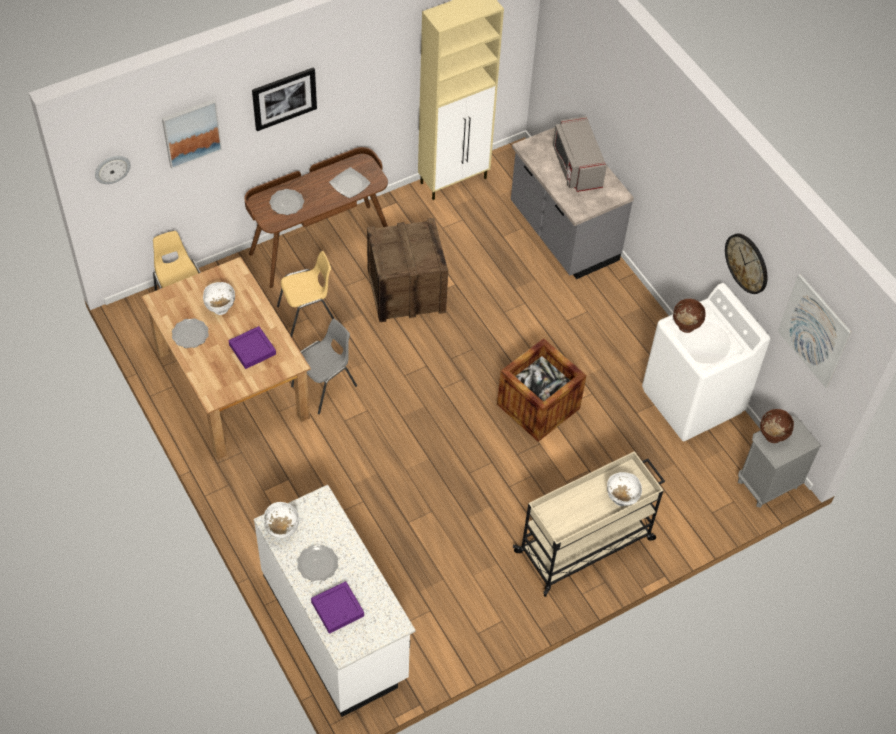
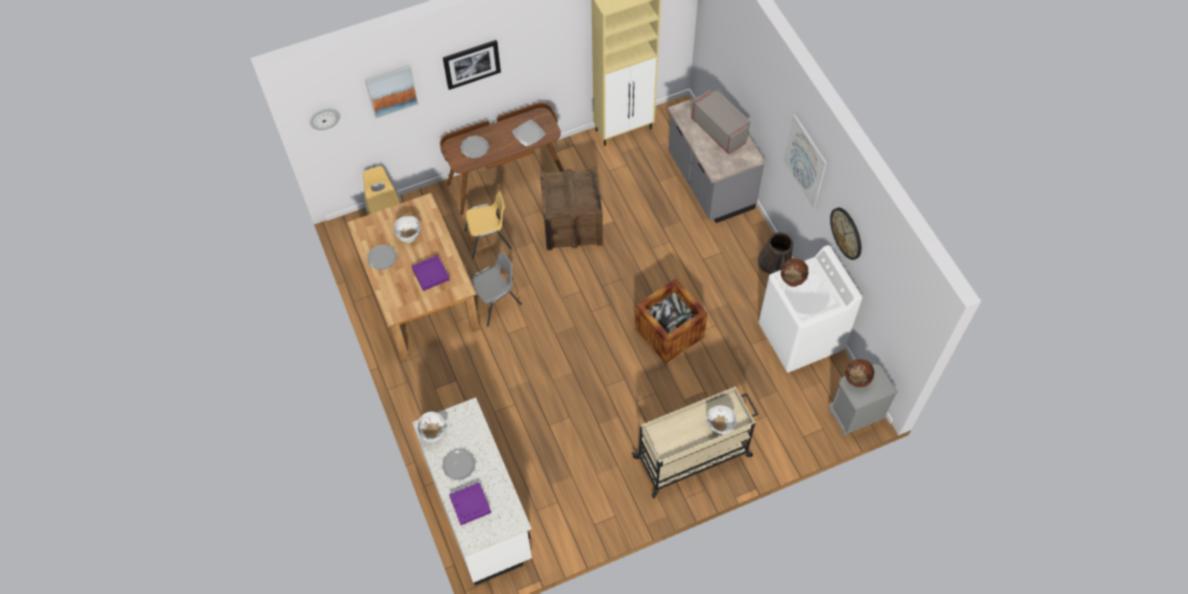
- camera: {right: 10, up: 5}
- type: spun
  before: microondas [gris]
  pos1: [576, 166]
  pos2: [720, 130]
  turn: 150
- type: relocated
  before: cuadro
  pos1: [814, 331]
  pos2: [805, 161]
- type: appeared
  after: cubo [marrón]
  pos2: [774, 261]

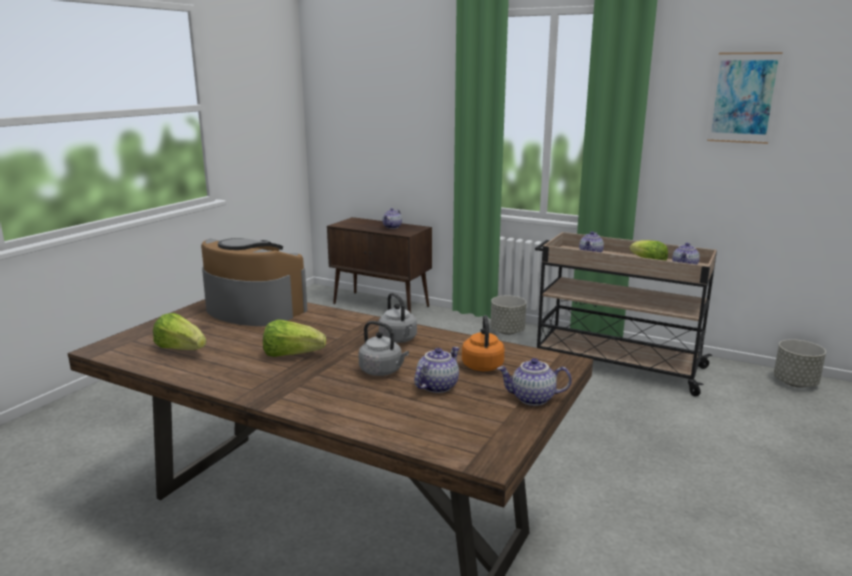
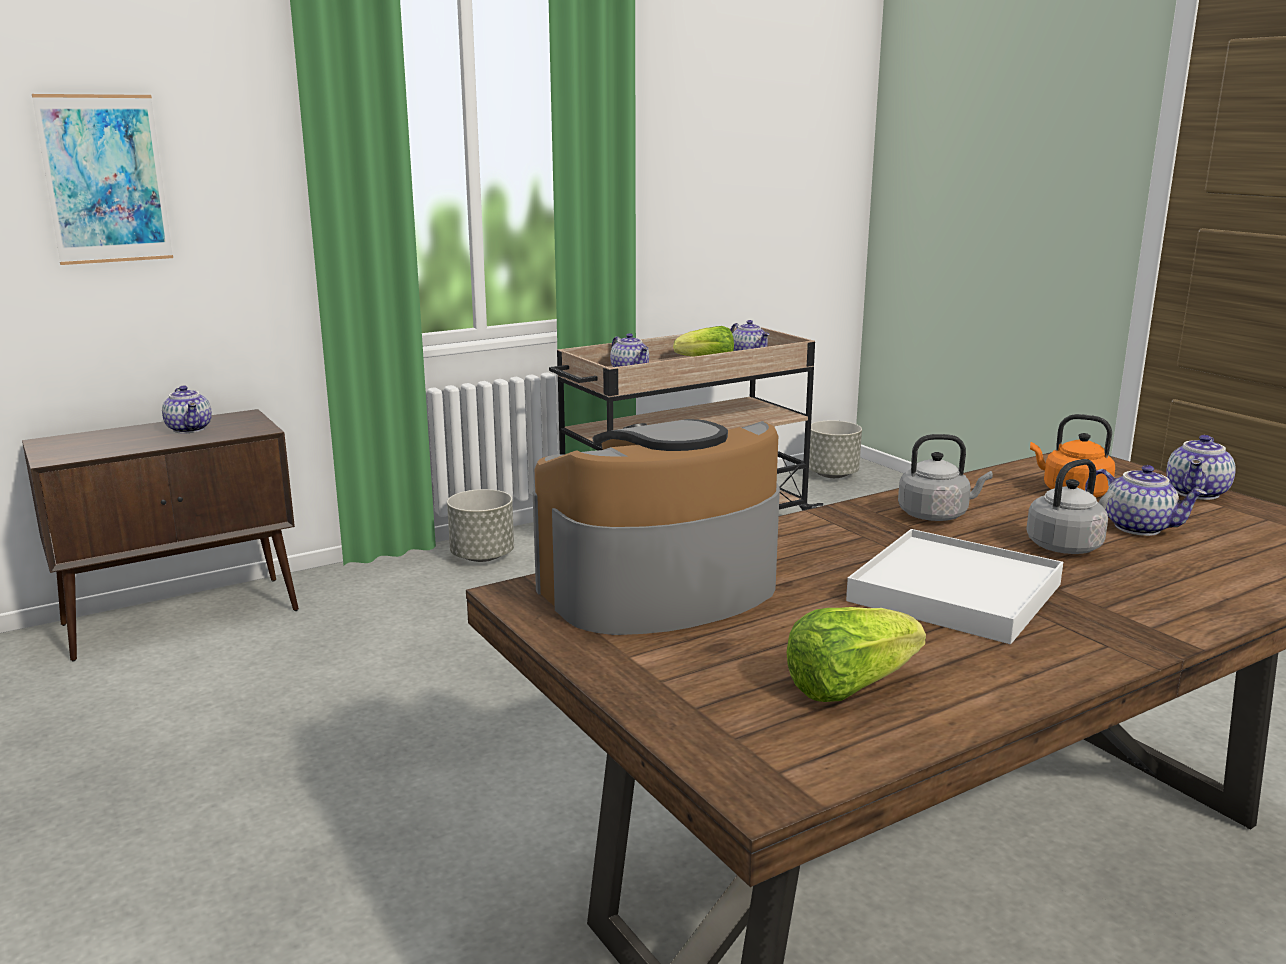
- camera: {right: -60, up: 0}
- type: relocated
  before: cuadro
  pos1: [743, 98]
  pos2: [105, 179]
- type: exchanged
  before: lechuga
  after: bandeja [blanco]
  pos1: [291, 355]
  pos2: [954, 593]
- type: spun
  before: tetera
  pos1: [436, 386]
  pos2: [1139, 527]
  turn: 150

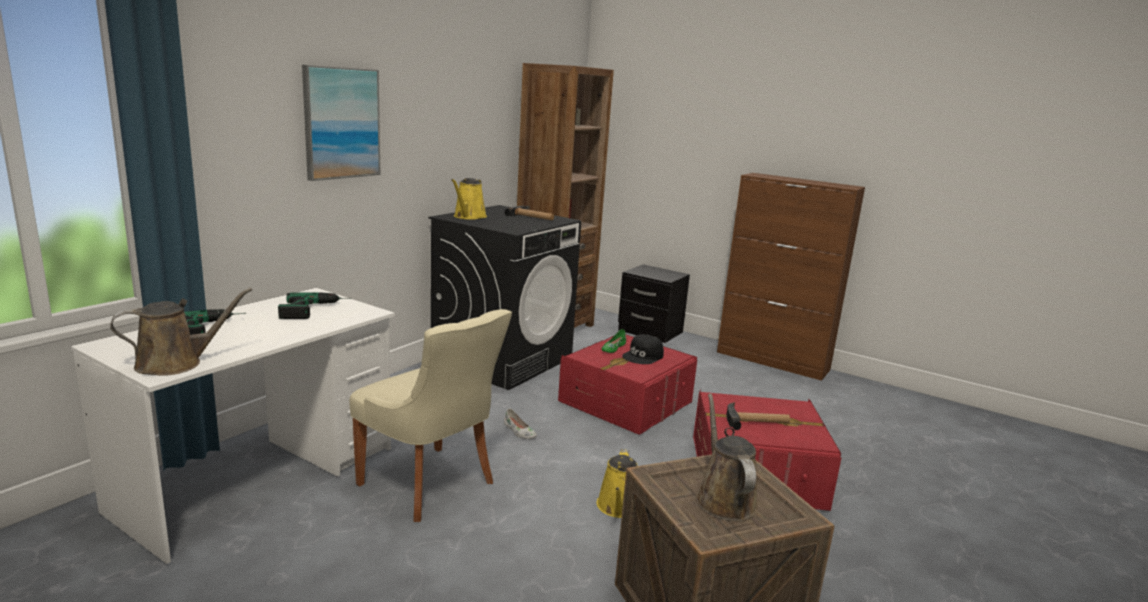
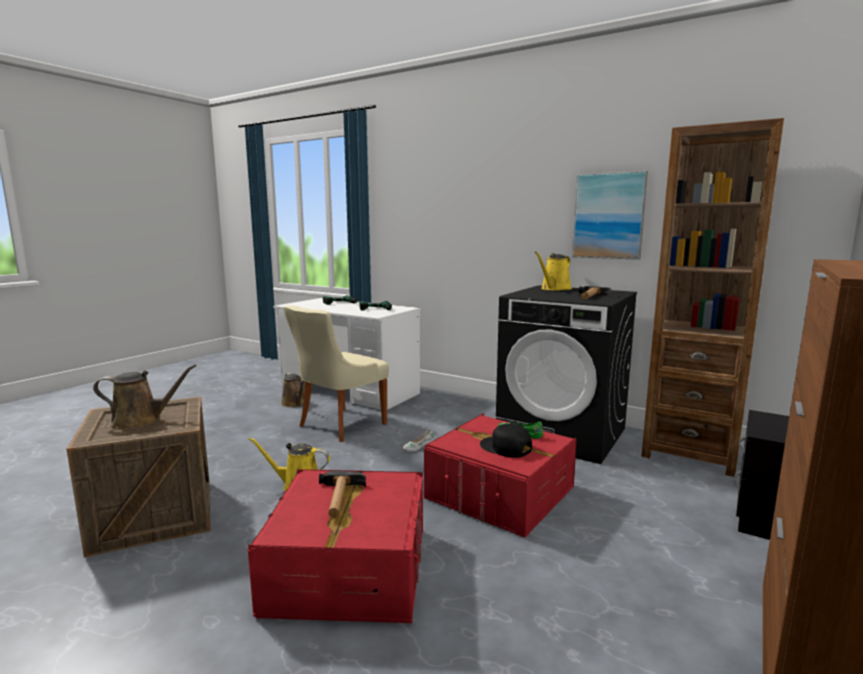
- camera: {right: 90, up: -5}
- type: relocated
  before: cuadro
  pos1: [341, 123]
  pos2: [608, 216]
- type: spun
  before: regadera [amarillo]
  pos1: [468, 217]
  pos2: [554, 289]
  turn: -60
- type: relocated
  before: regadera [marrón]
  pos1: [176, 363]
  pos2: [295, 403]

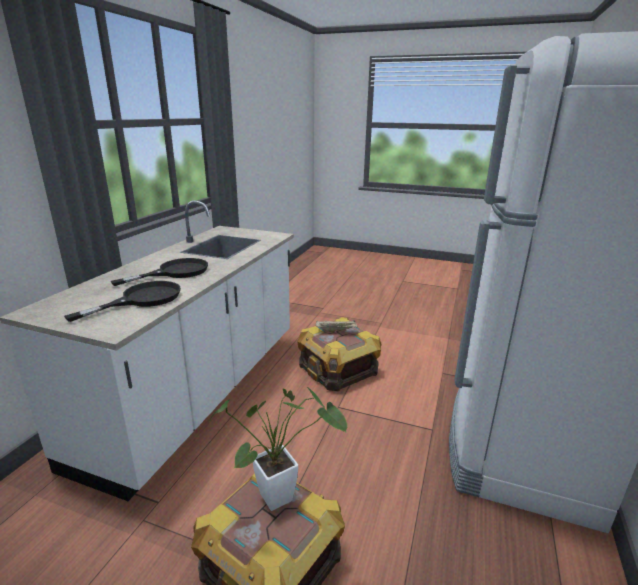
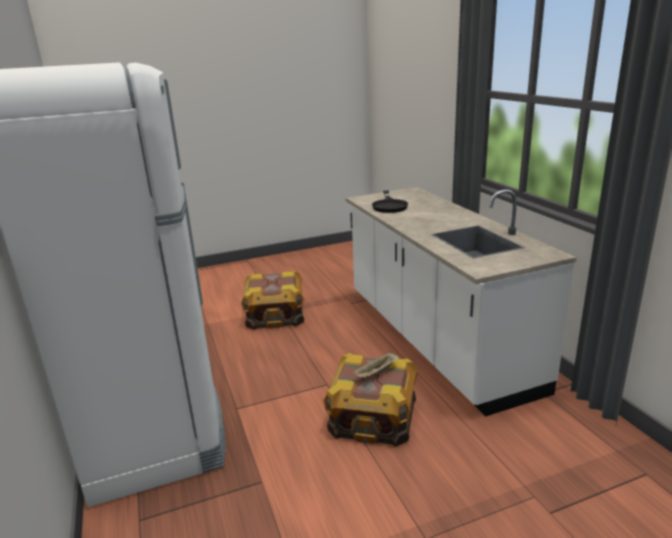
- camera: {right: 140, up: 0}
- type: missing
  before: sartén [negro]
  pos1: [175, 272]
- type: missing
  before: planta en maceta
  pos1: [283, 495]

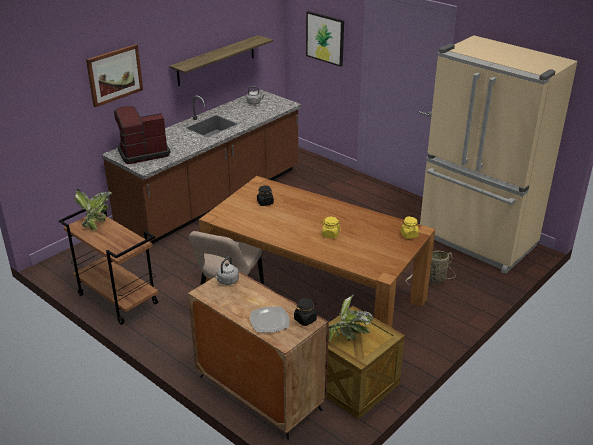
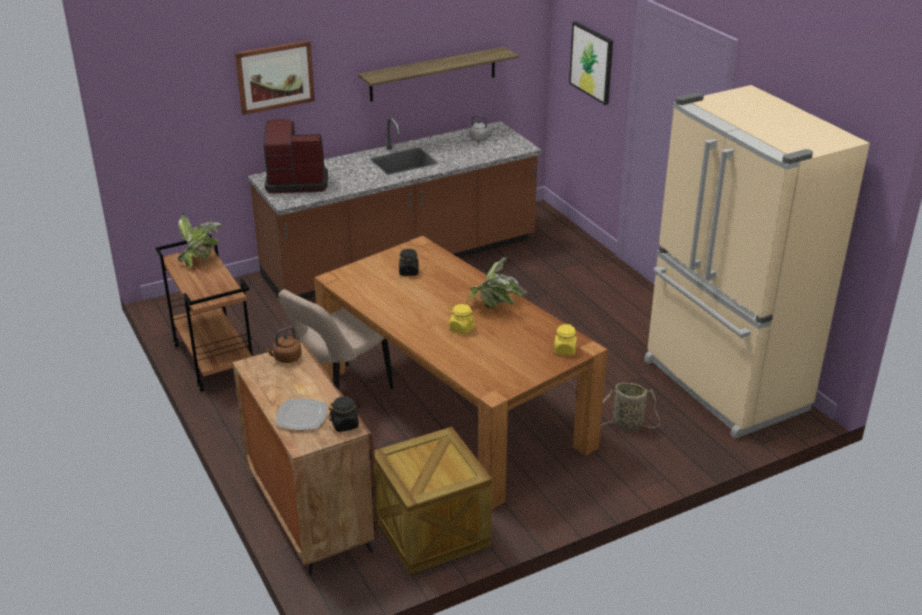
- camera: {right: 20, up: 0}
- type: colour
  before: hervidor [gris]
  after: hervidor [marrón]
  pos1: [227, 281]
  pos2: [286, 358]
- type: relocated
  before: planta en maceta
  pos1: [350, 336]
  pos2: [494, 306]

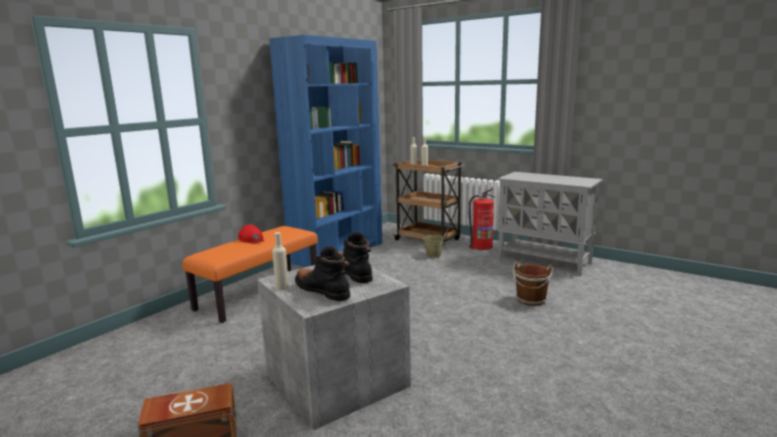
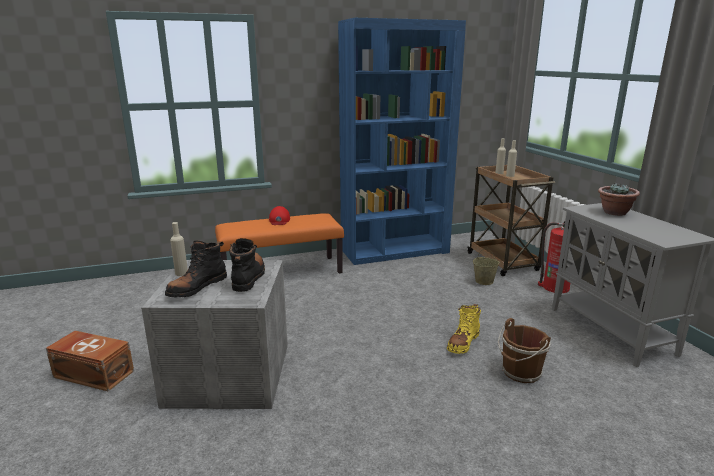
- camera: {right: 35, up: 5}
- type: spun
  before: bota [negro]
  pos1: [322, 291]
  pos2: [197, 287]
  turn: -135
- type: appeared
  after: planta en maceta
  pos2: [614, 212]
- type: appeared
  after: bota [amarillo]
  pos2: [463, 343]

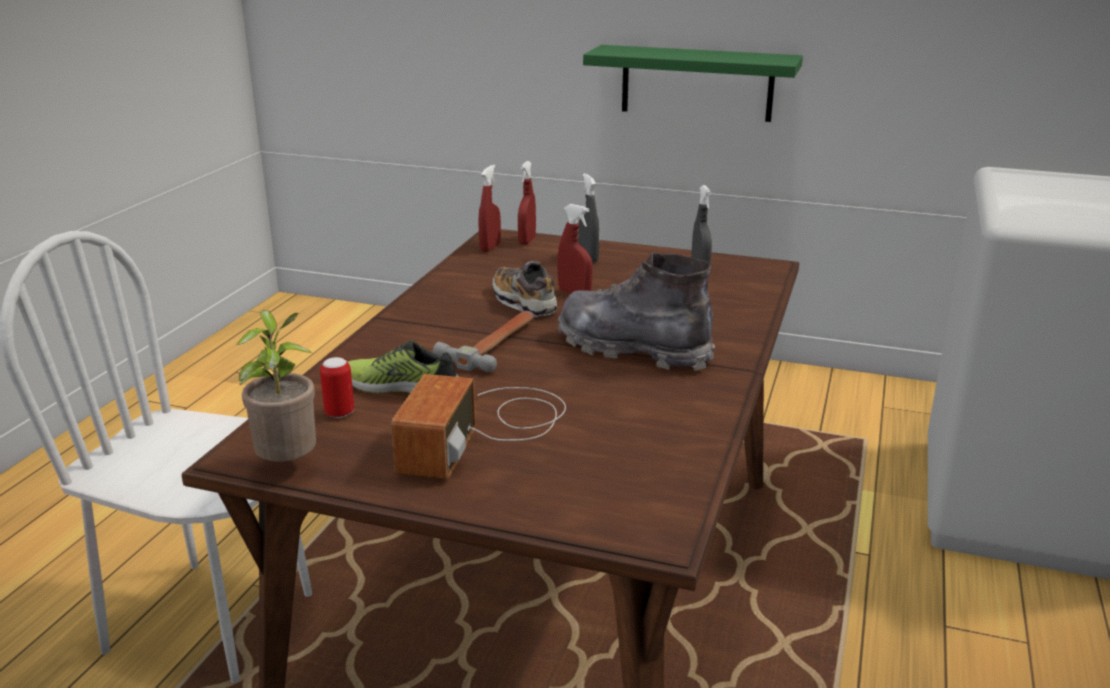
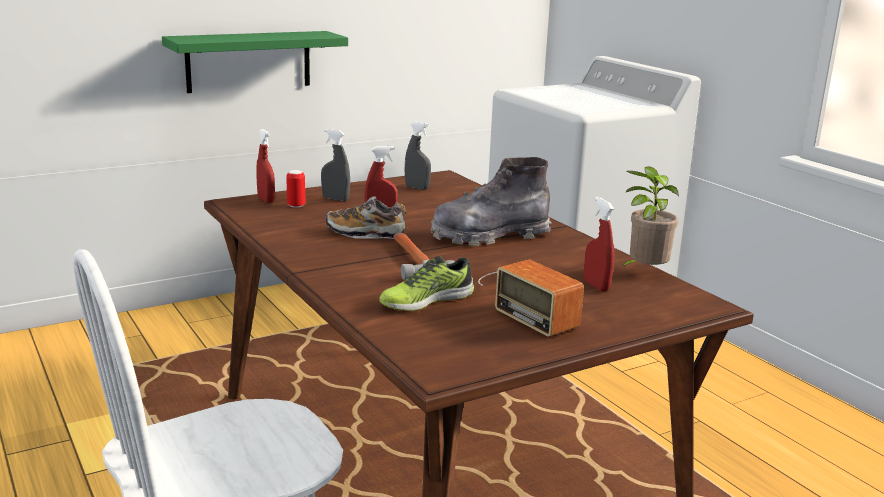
- camera: {right: -50, up: -5}
- type: relocated
  before: pulverizador [rojo]
  pos1: [490, 247]
  pos2: [596, 286]
- type: relocated
  before: planta en maceta
  pos1: [288, 466]
  pos2: [644, 272]
- type: relocated
  before: lata
  pos1: [339, 413]
  pos2: [296, 206]

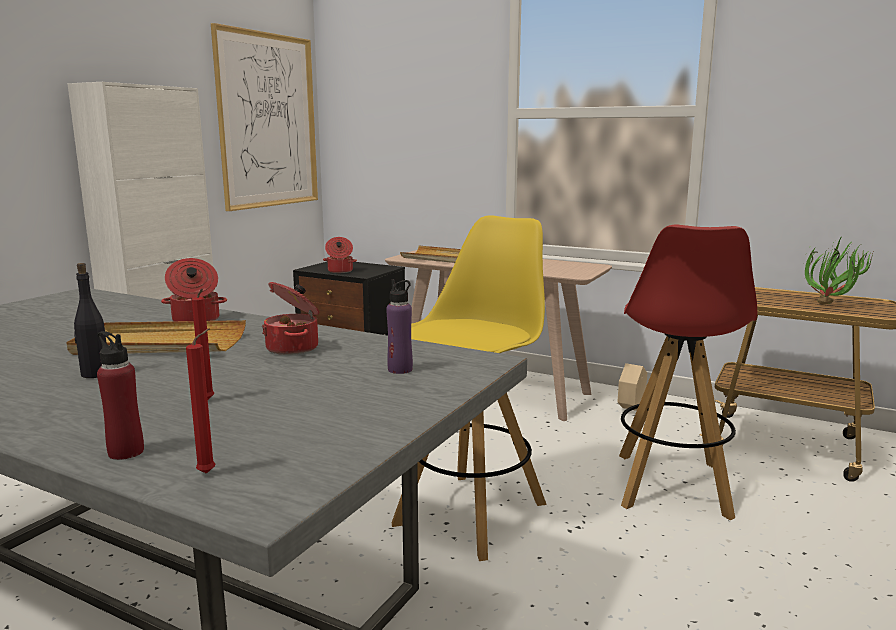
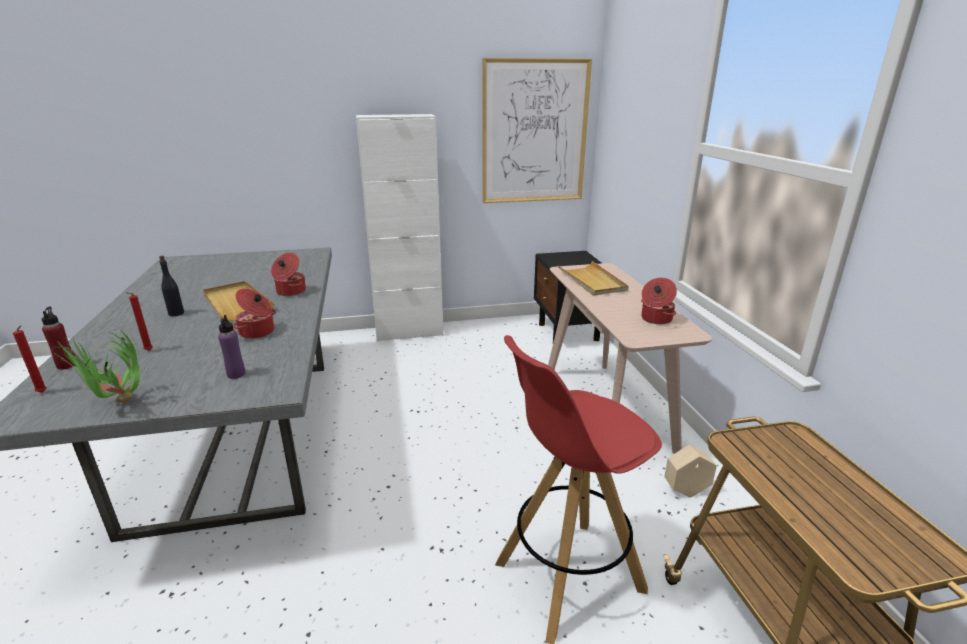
- camera: {right: 50, up: 10}
- type: missing
  before: taburete [amarillo]
  pos1: [472, 512]
- type: relocated
  before: planta en maceta
  pos1: [832, 306]
  pos2: [118, 406]
- type: relocated
  before: olla
  pos1: [340, 271]
  pos2: [655, 319]

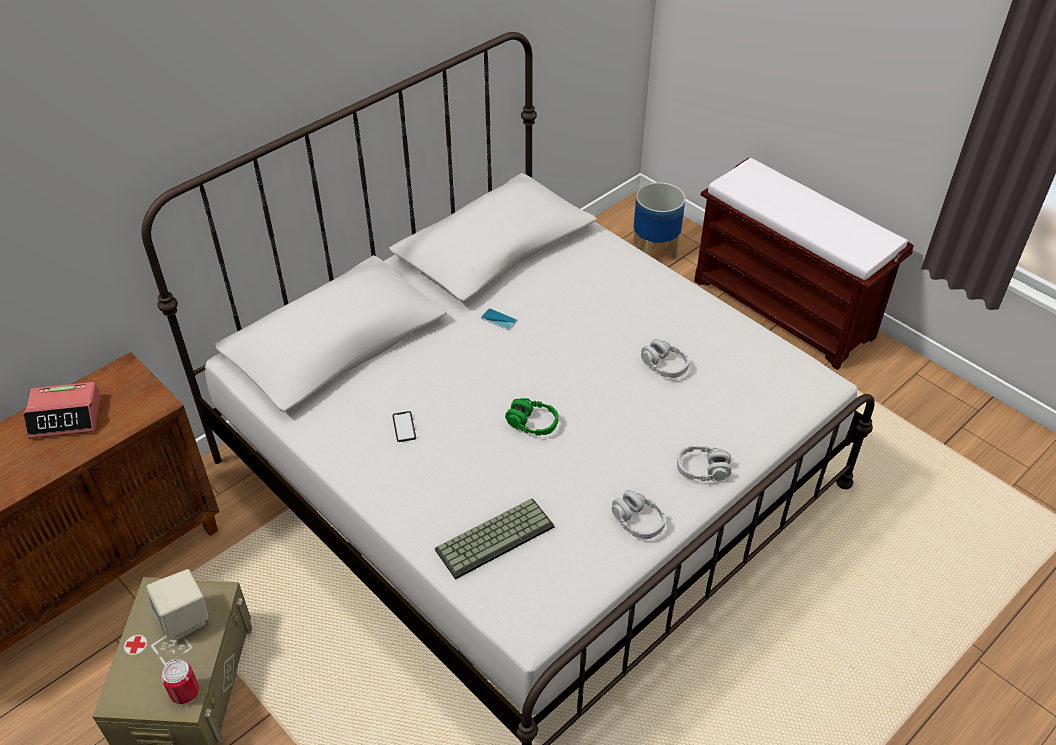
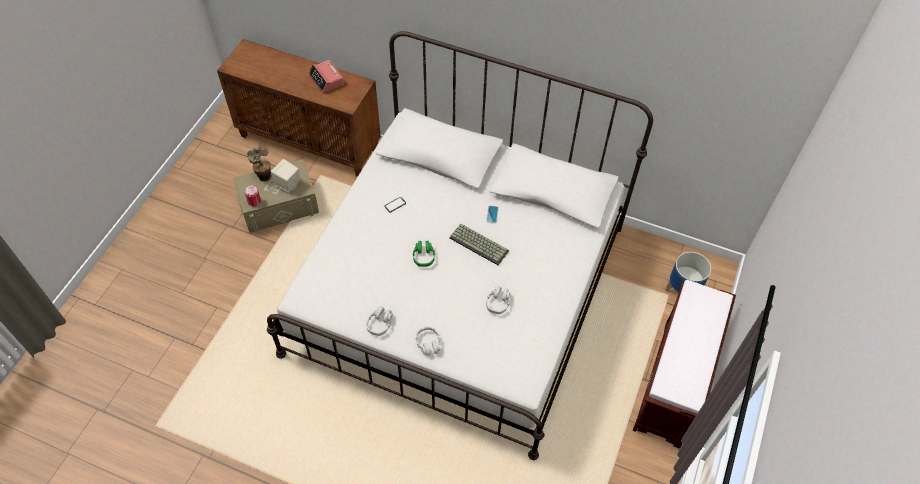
- camera: {right: 65, up: 10}
- type: relocated
  before: teclado
  pos1: [495, 536]
  pos2: [480, 244]
- type: appeared
  after: planta en maceta
  pos2: [263, 176]

